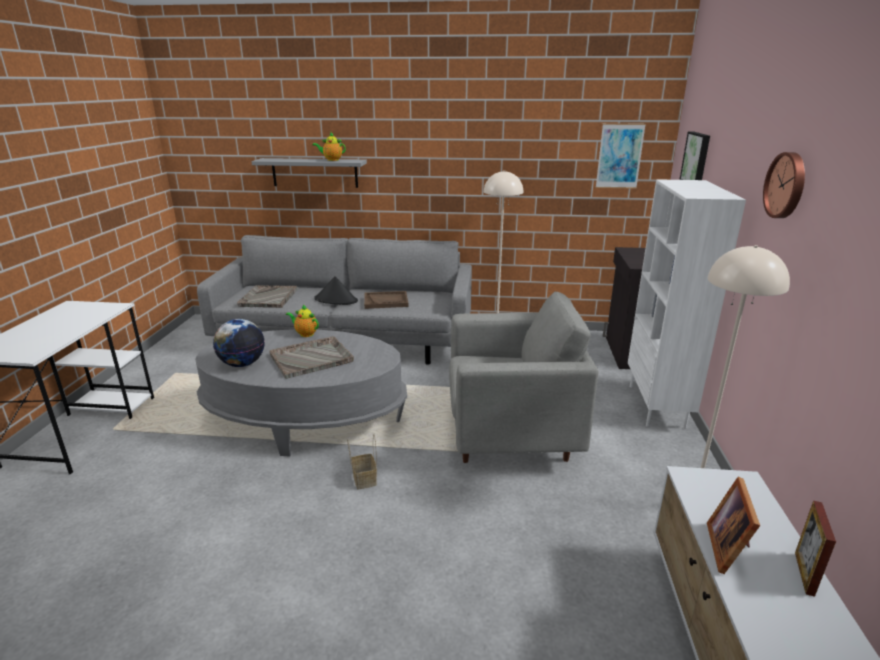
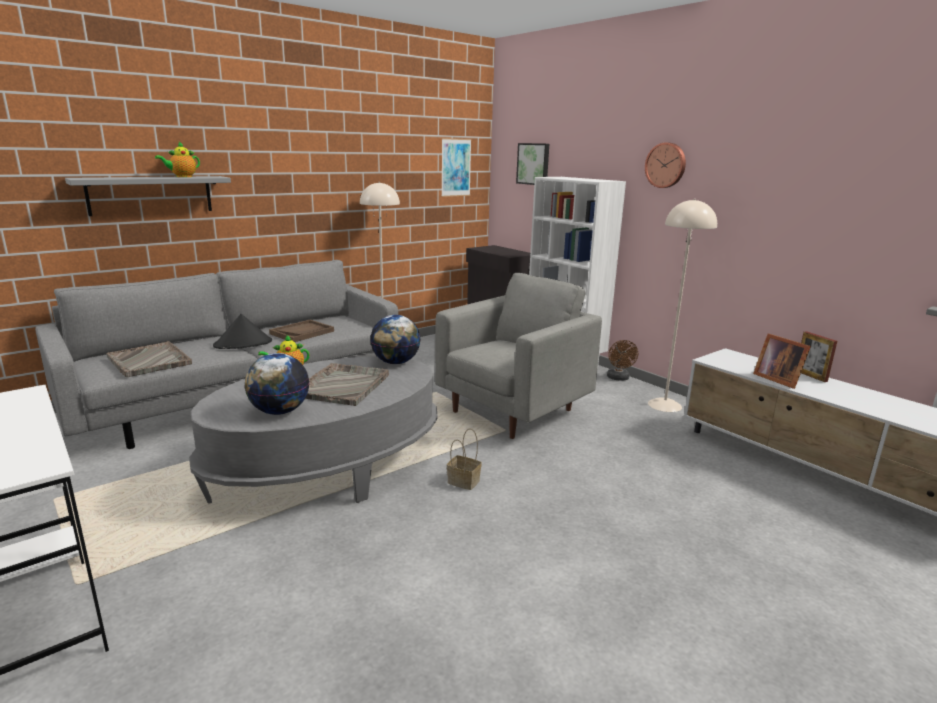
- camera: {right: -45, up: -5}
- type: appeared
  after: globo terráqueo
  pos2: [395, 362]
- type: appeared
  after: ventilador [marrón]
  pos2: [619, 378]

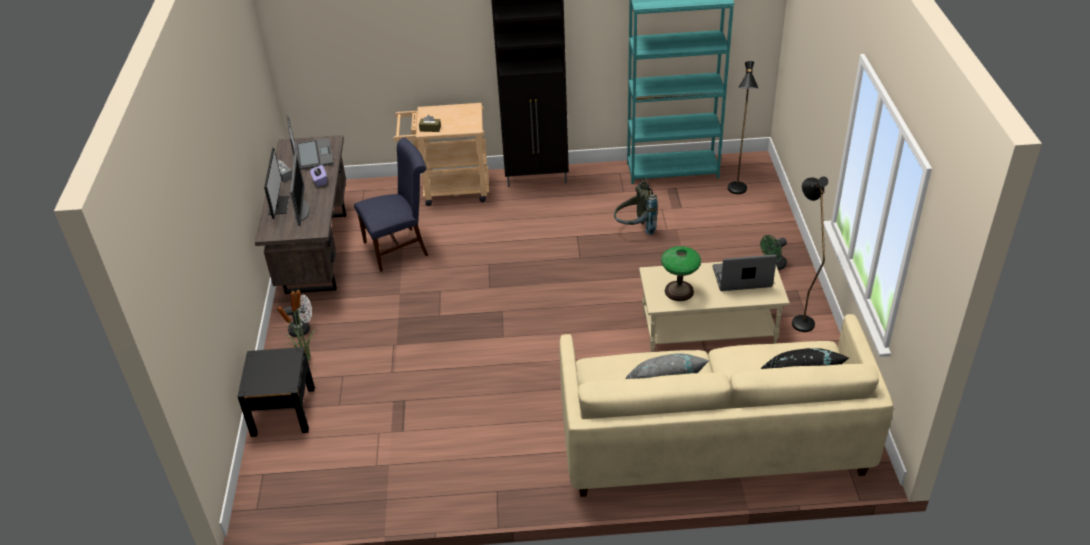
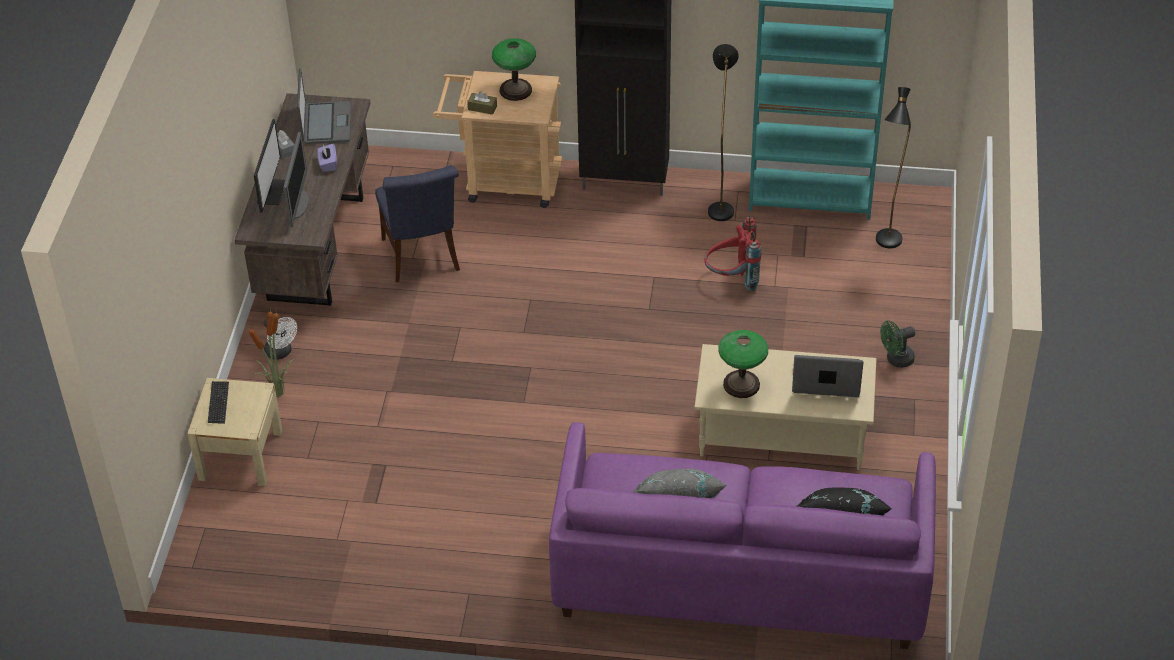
- camera: {right: 10, up: 5}
- type: spun
  before: silla [azul]
  pos1: [400, 247]
  pos2: [422, 258]
  turn: 90
- type: relocated
  before: lámpara de pie [negro]
  pos1: [799, 318]
  pos2: [720, 205]
- type: colour
  before: mochila [gris]
  after: mochila [rojo]
  pos1: [634, 229]
  pos2: [732, 279]
- type: spun
  before: ventilador [blanco]
  pos1: [303, 329]
  pos2: [281, 352]
  turn: 45
- type: colour
  before: sofá [beis]
  after: sofá [morado]
  pos1: [712, 440]
  pos2: [740, 575]
- type: colour
  before: mesita de noche [negro]
  after: mesita de noche [beis]
  pos1: [283, 411]
  pos2: [240, 455]
- type: appeared
  after: lámpara de mesa
  pos2: [515, 90]
- type: appeared
  after: teclado
  pos2: [218, 403]

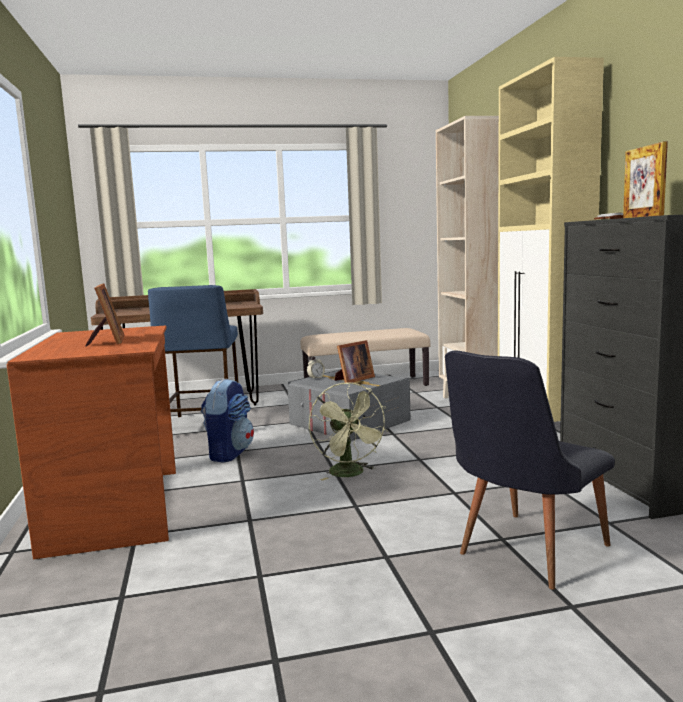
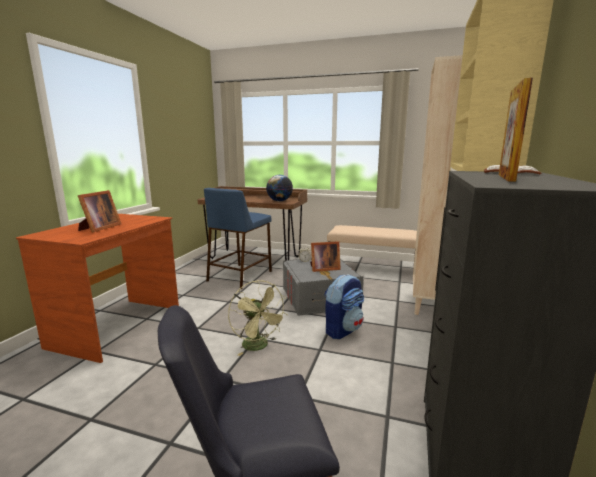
- camera: {right: 30, up: 5}
- type: relocated
  before: mochila
  pos1: [229, 453]
  pos2: [343, 330]
- type: spun
  before: ventilador [verde]
  pos1: [350, 474]
  pos2: [259, 346]
  turn: -45
- type: appeared
  after: globo terráqueo
  pos2: [279, 201]

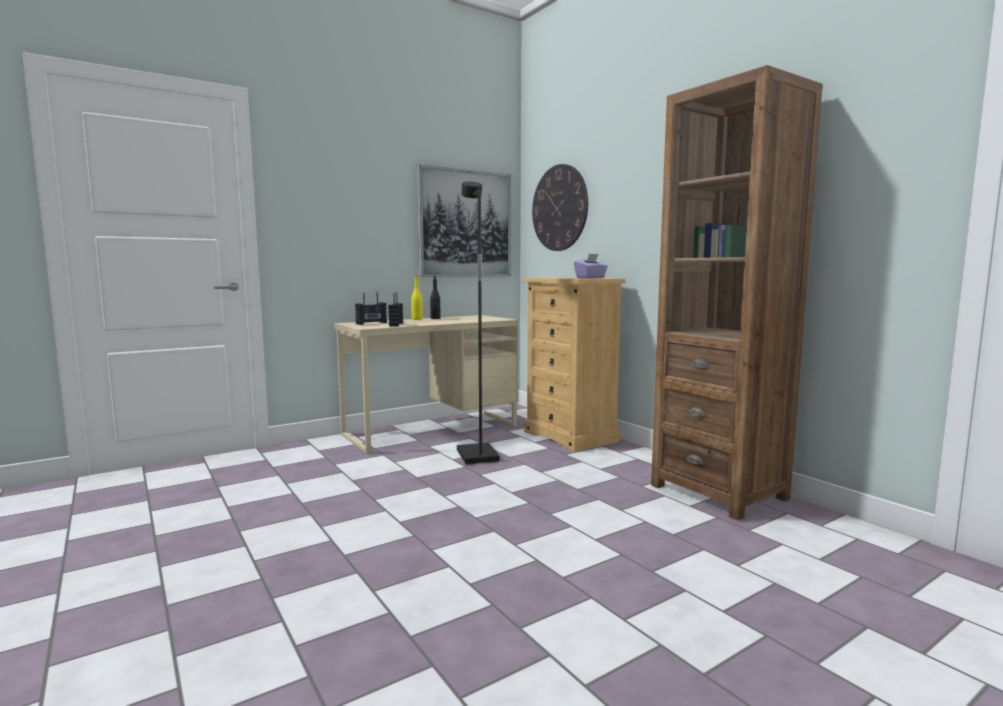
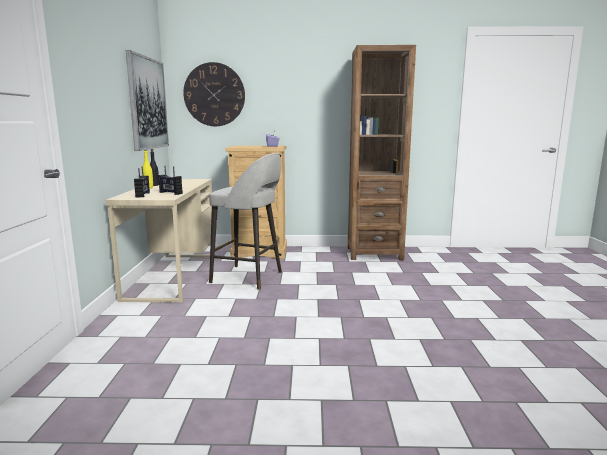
- camera: {right: -55, up: 5}
- type: exchanged
  before: lámpara de pie [negro]
  after: taburete [gris]
  pos1: [476, 456]
  pos2: [248, 277]

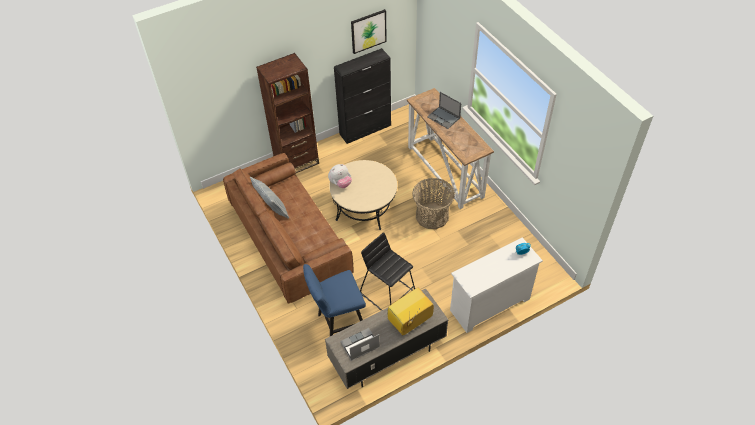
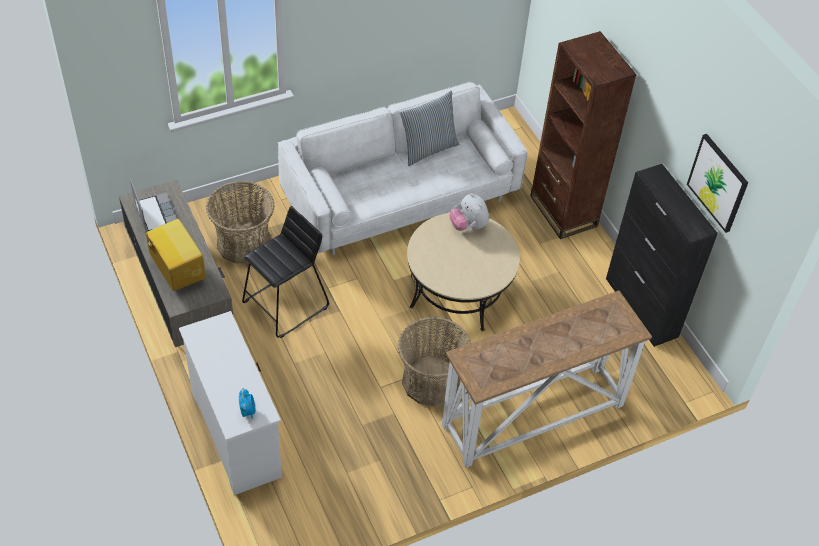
- camera: {right: 90, up: 0}
- type: missing
  before: portátil
  pos1: [444, 118]
- type: colour
  before: sofá [marrón]
  after: sofá [blanco]
  pos1: [290, 242]
  pos2: [399, 197]
- type: exchanged
  before: taburete [azul]
  after: cesta
  pos1: [338, 325]
  pos2: [243, 243]

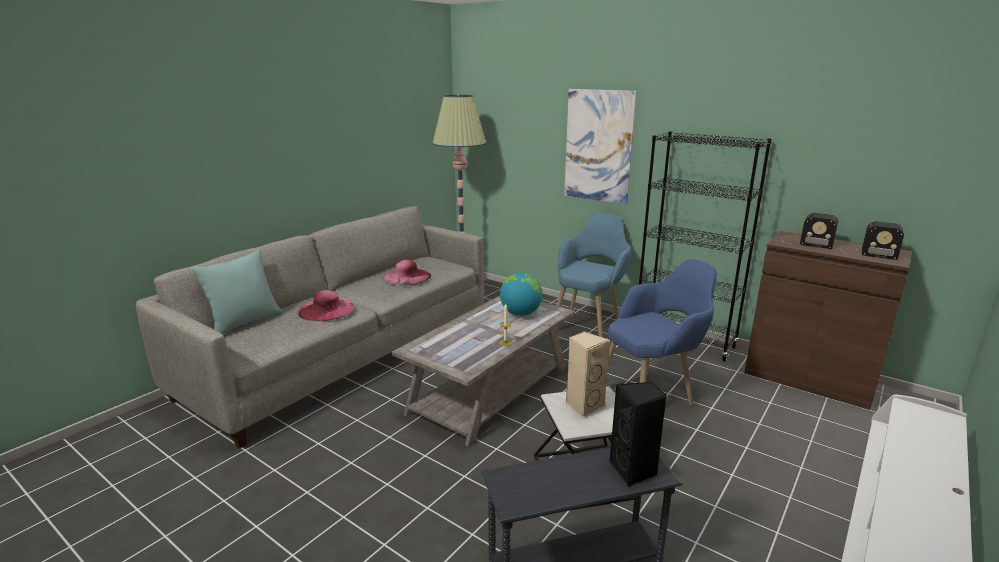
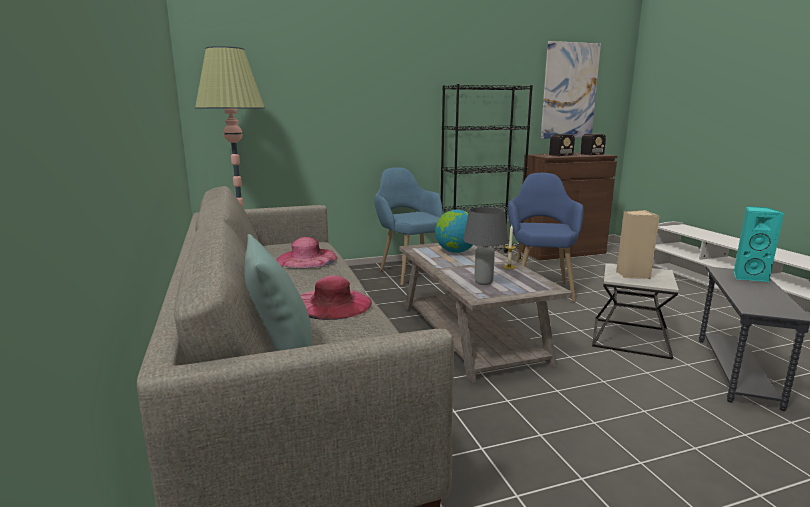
- camera: {right: -55, up: -5}
- type: relocated
  before: cuadro
  pos1: [598, 146]
  pos2: [570, 91]
- type: colour
  before: altavoz [negro]
  after: altavoz [turquesa]
  pos1: [634, 471]
  pos2: [748, 277]
- type: appeared
  after: lámpara de mesa [gris]
  pos2: [483, 282]

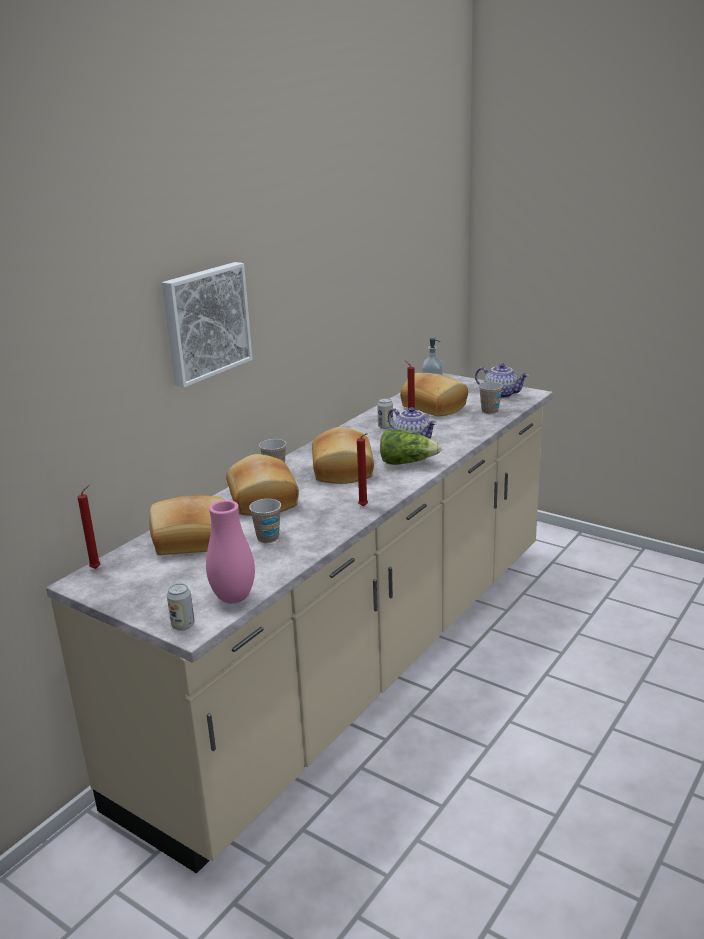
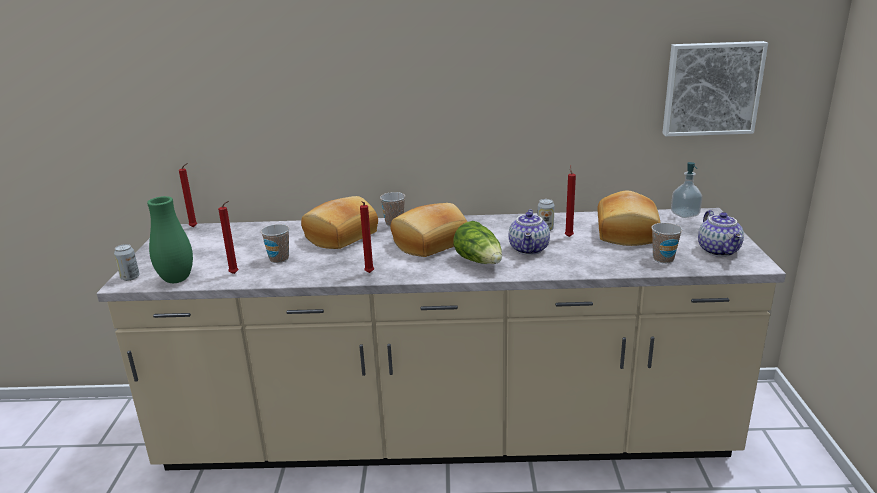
- camera: {right: 55, up: 0}
- type: relocated
  before: cuadro
  pos1: [205, 322]
  pos2: [711, 88]
- type: missing
  before: pan
  pos1: [192, 541]
- type: colour
  before: florero [rosa]
  after: florero [verde]
  pos1: [233, 598]
  pos2: [177, 280]
- type: appeared
  after: vela [rojo]
  pos2: [235, 274]

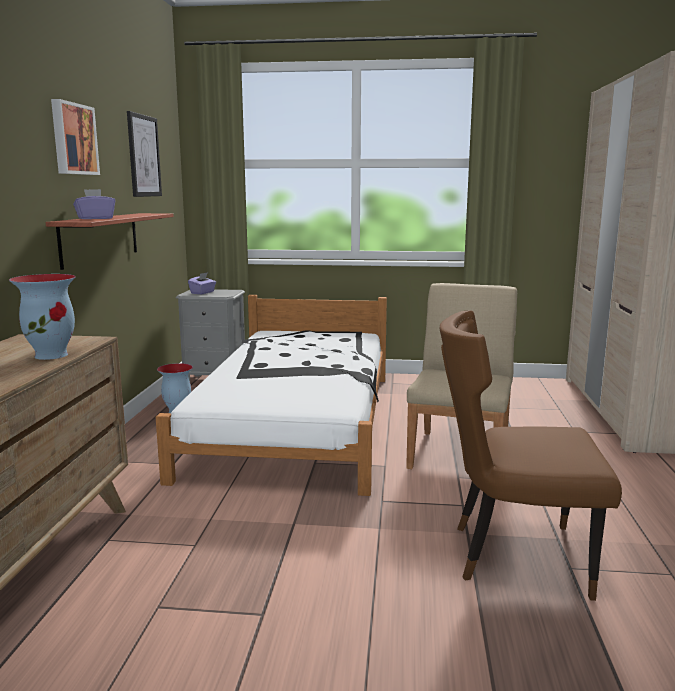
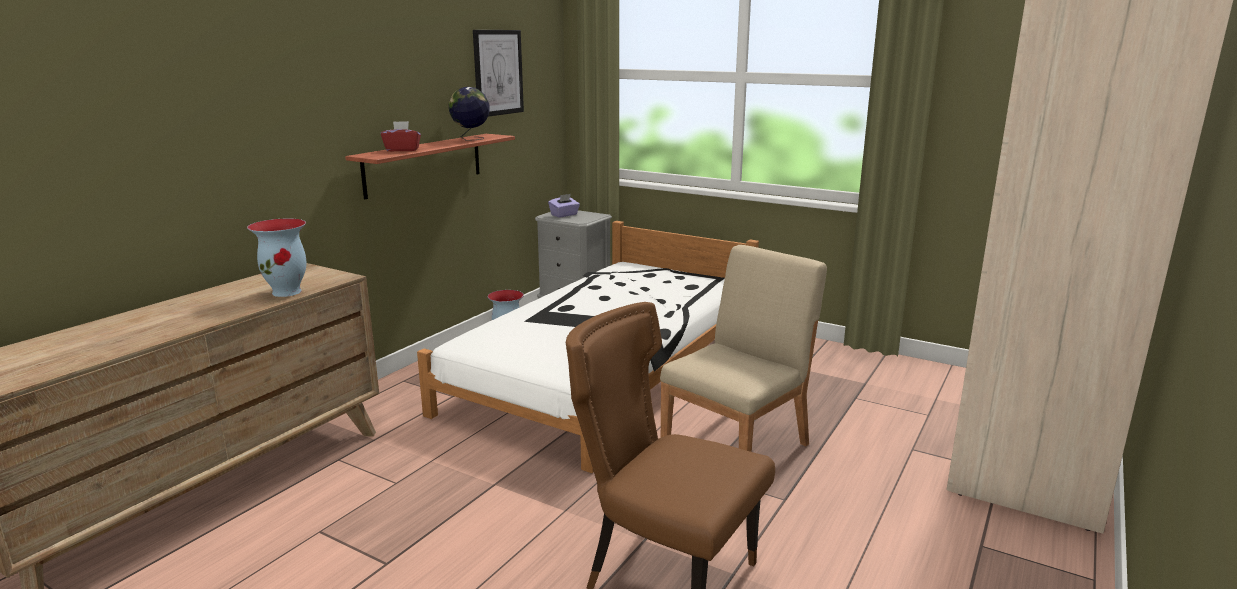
- camera: {right: 25, up: 5}
- type: missing
  before: cuadro
  pos1: [73, 139]
- type: colour
  before: caja de pañuelos [morado]
  after: caja de pañuelos [rojo]
  pos1: [95, 218]
  pos2: [402, 150]
- type: appeared
  after: globo terráqueo
  pos2: [471, 139]

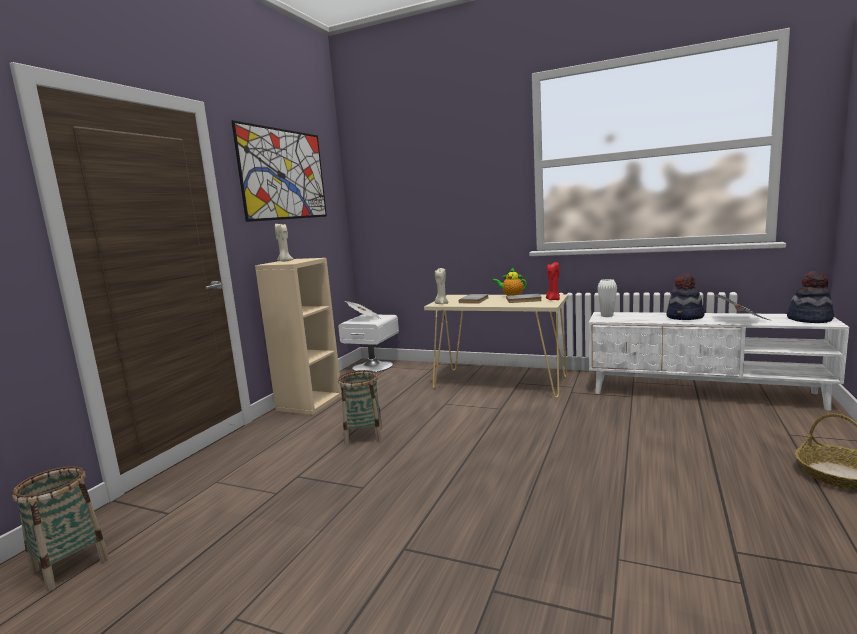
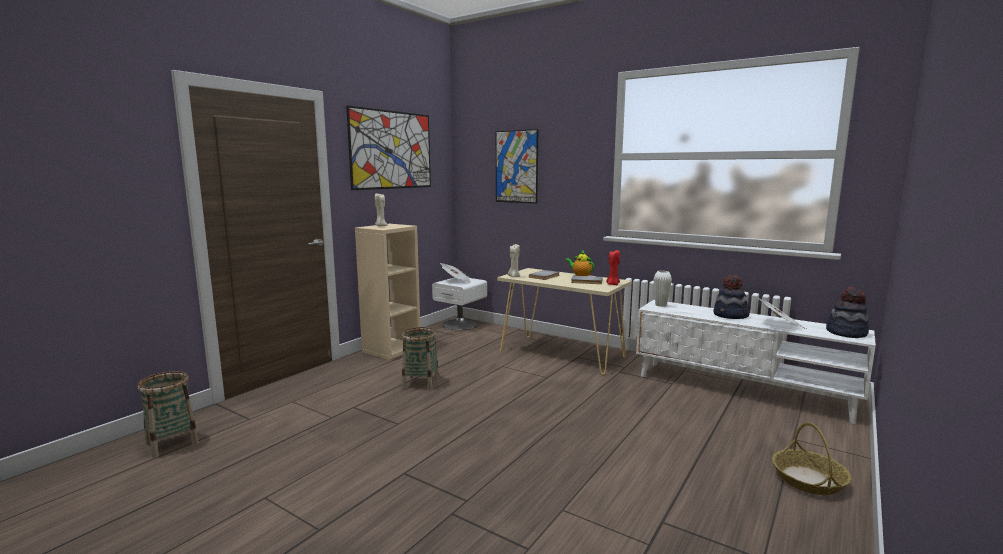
- camera: {right: 10, up: 0}
- type: appeared
  after: cuadro
  pos2: [516, 166]

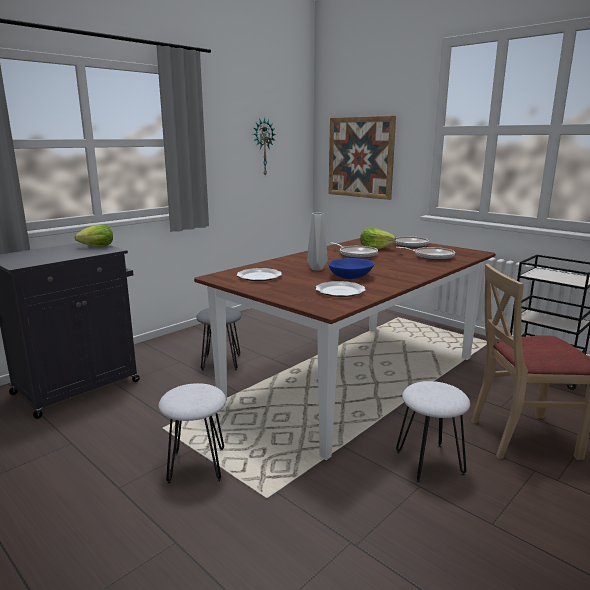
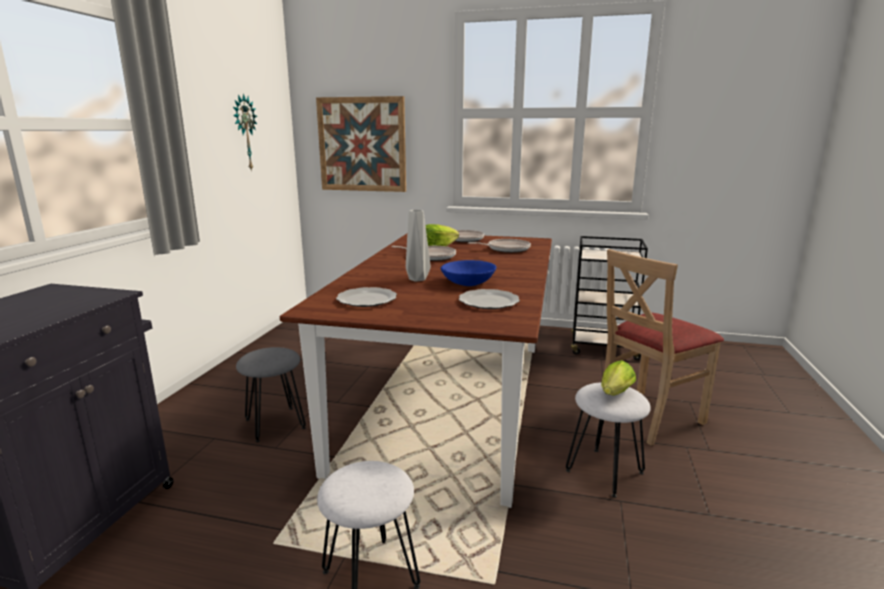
- camera: {right: -30, up: 0}
- type: relocated
  before: lechuga
  pos1: [95, 247]
  pos2: [614, 394]

